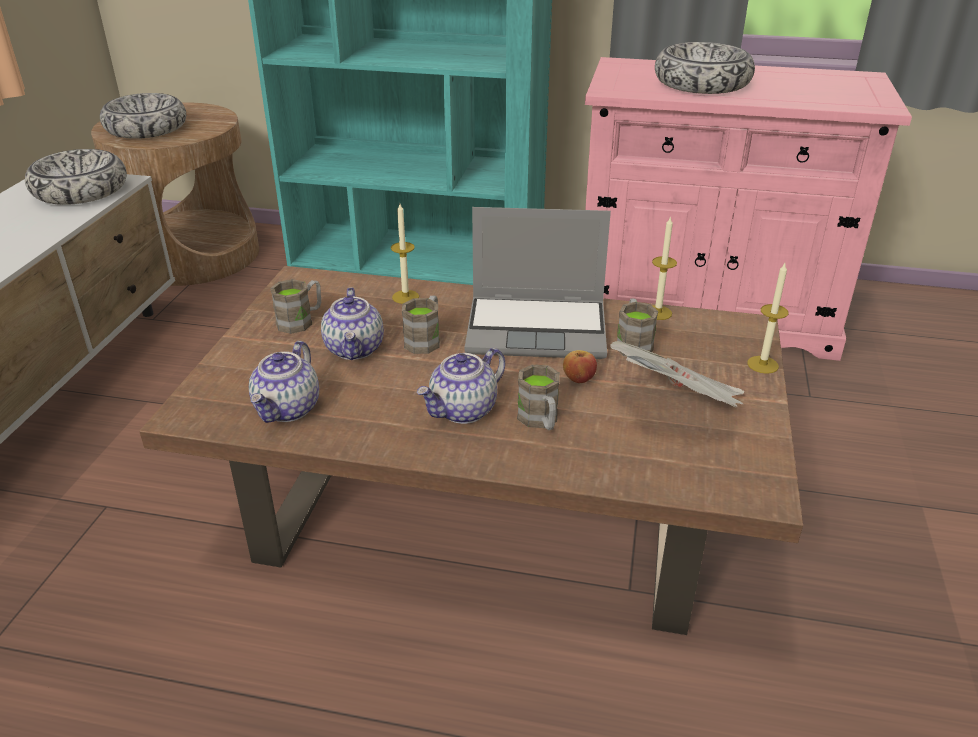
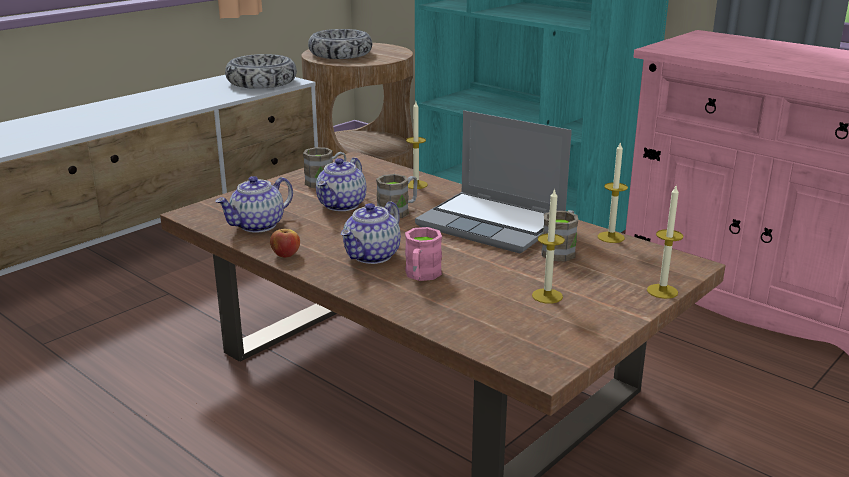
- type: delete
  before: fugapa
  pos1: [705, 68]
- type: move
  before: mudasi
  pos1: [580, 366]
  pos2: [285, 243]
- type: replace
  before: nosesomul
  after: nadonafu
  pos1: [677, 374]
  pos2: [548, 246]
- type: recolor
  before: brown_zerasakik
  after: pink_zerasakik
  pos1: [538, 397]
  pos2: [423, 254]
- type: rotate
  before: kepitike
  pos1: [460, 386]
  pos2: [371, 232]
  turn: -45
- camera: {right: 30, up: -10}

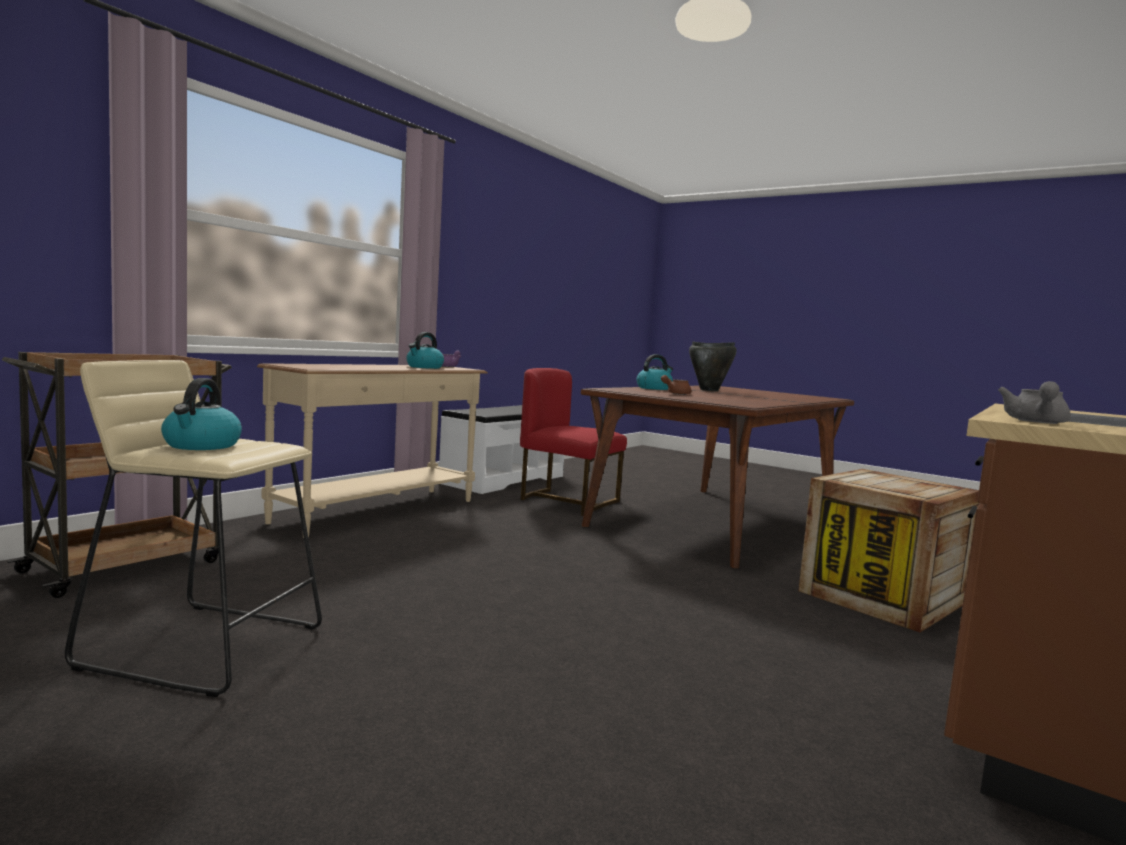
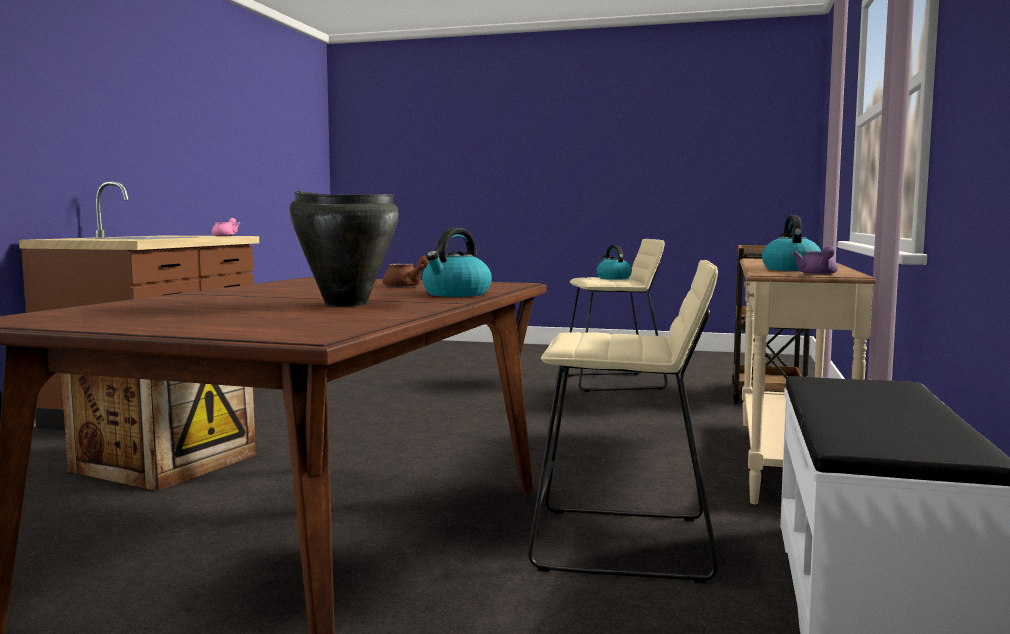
- type: replace
  before: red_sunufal
  after: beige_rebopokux
  pos1: [573, 442]
  pos2: [623, 421]
- type: recolor
  before: grey_kepitike
  after: pink_kepitike
  pos1: [1034, 402]
  pos2: [226, 227]
- camera: {right: 160, up: 0}

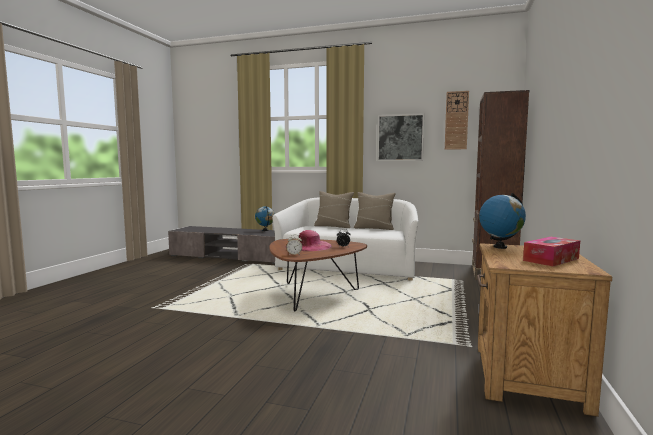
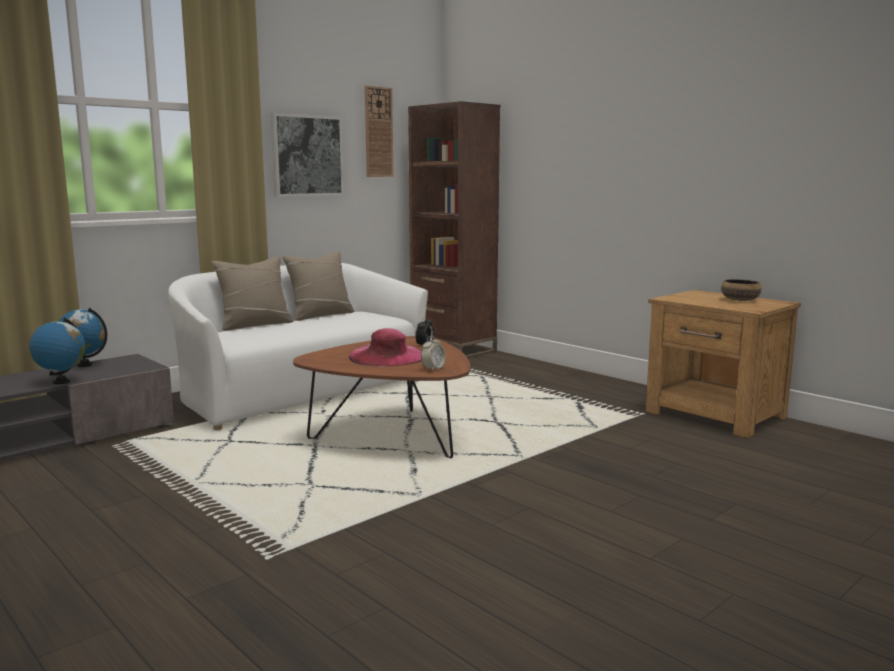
- type: move
  before: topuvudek
  pos1: [502, 221]
  pos2: [57, 351]
- type: replace
  before: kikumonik
  after: fugapa
  pos1: [551, 251]
  pos2: [741, 290]
- camera: {right: -60, up: 5}

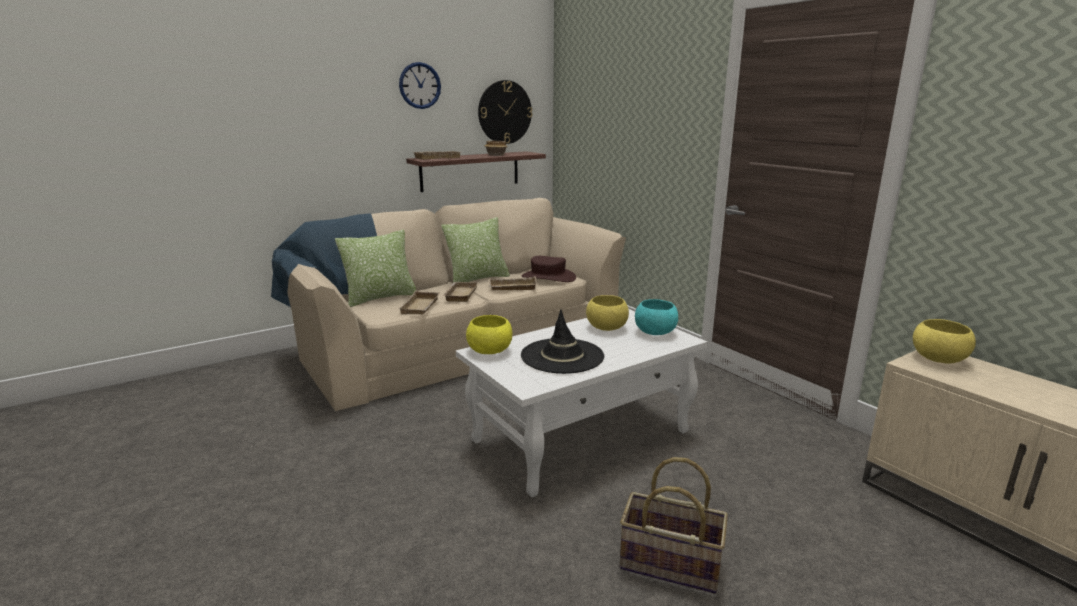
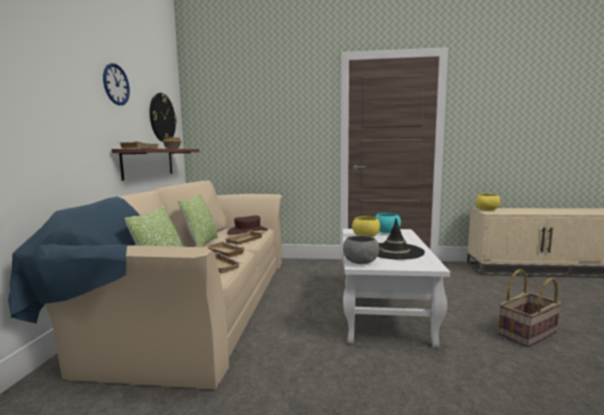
- type: recolor
  before: yellow_fugapa
  after: grey_fugapa
  pos1: [489, 334]
  pos2: [361, 249]
- camera: {right: -50, up: -10}

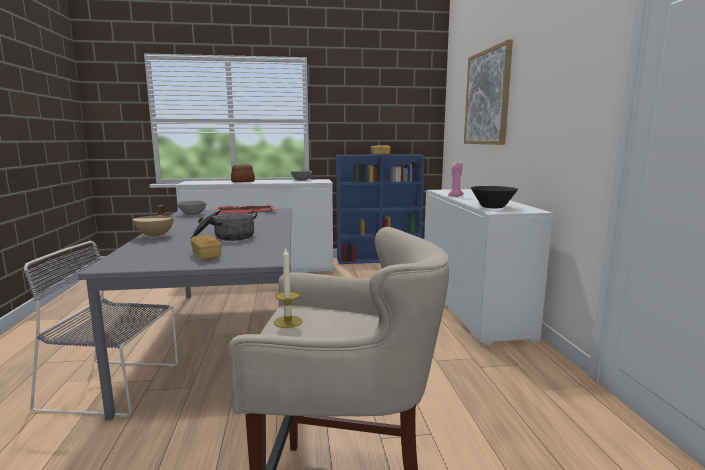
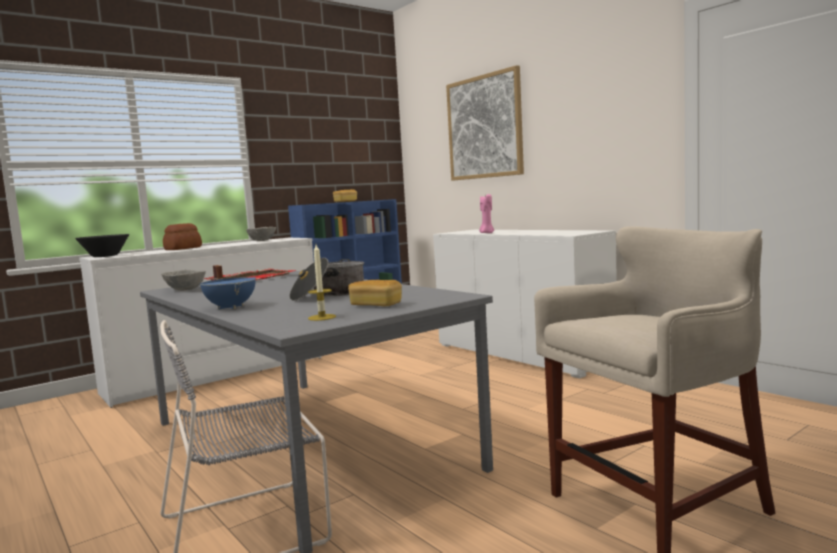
- type: move
  before: nadonafu
  pos1: [288, 288]
  pos2: [322, 282]
- type: move
  before: black_fugapa
  pos1: [494, 197]
  pos2: [102, 245]
- type: recolor
  before: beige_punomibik
  after: blue_punomibik
  pos1: [153, 222]
  pos2: [228, 287]
- camera: {right: -30, up: -5}

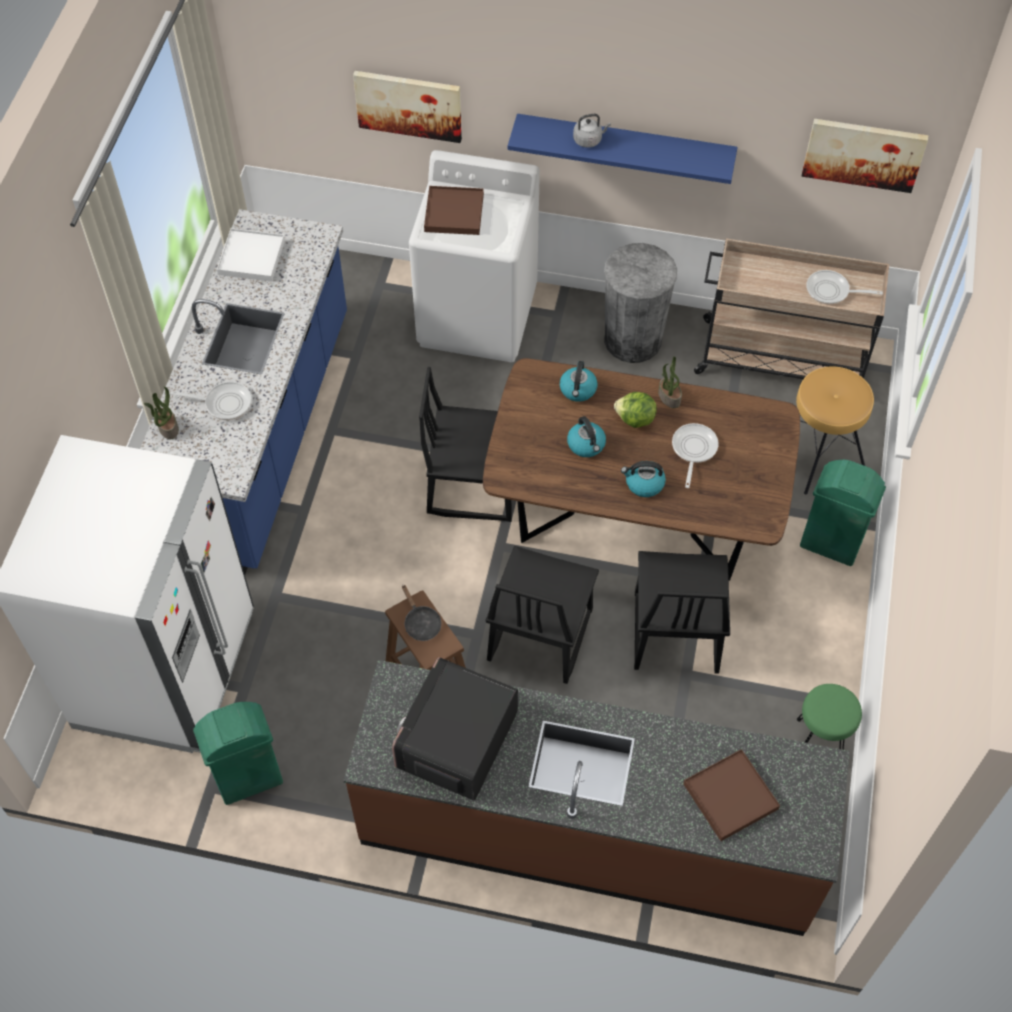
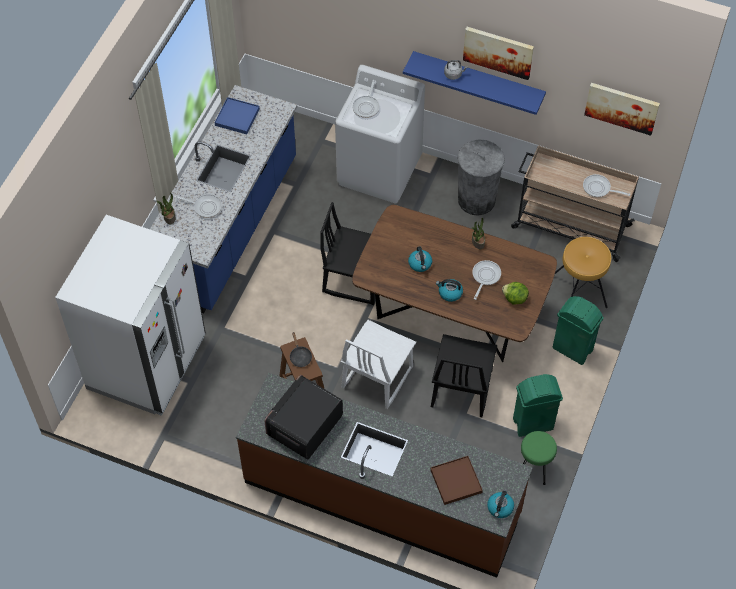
- type: move
  before: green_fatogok
  pos1: [238, 753]
  pos2: [538, 405]
- type: move
  before: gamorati
  pos1: [407, 107]
  pos2: [498, 53]
- type: move
  before: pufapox
  pos1: [579, 381]
  pos2: [500, 504]
- type: move
  before: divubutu
  pos1: [635, 410]
  pos2: [515, 293]
- type: replace
  before: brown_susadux
  after: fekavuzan
  pos1: [454, 210]
  pos2: [366, 99]
- type: recolor
  before: white_susadux
  after: blue_susadux
  pos1: [251, 255]
  pos2: [237, 115]
- type: recolor
  before: black_sunufal
  after: white_sunufal
  pos1: [542, 615]
  pos2: [378, 364]
- camera: {right: 10, up: 0}

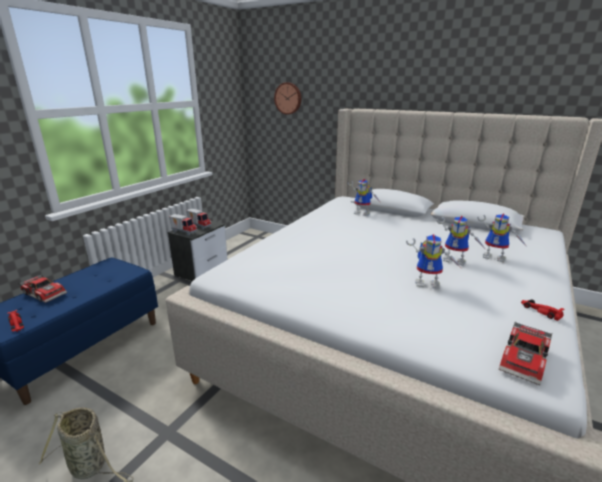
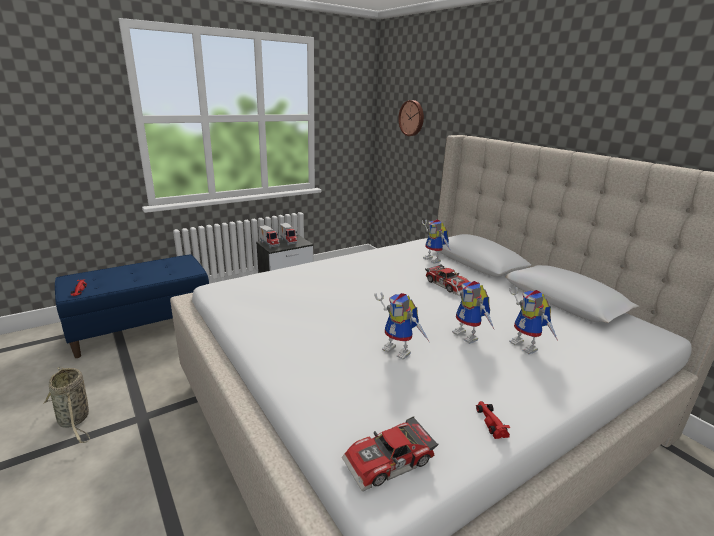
- type: move
  before: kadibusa
  pos1: [42, 288]
  pos2: [447, 279]
- camera: {right: 25, up: 0}

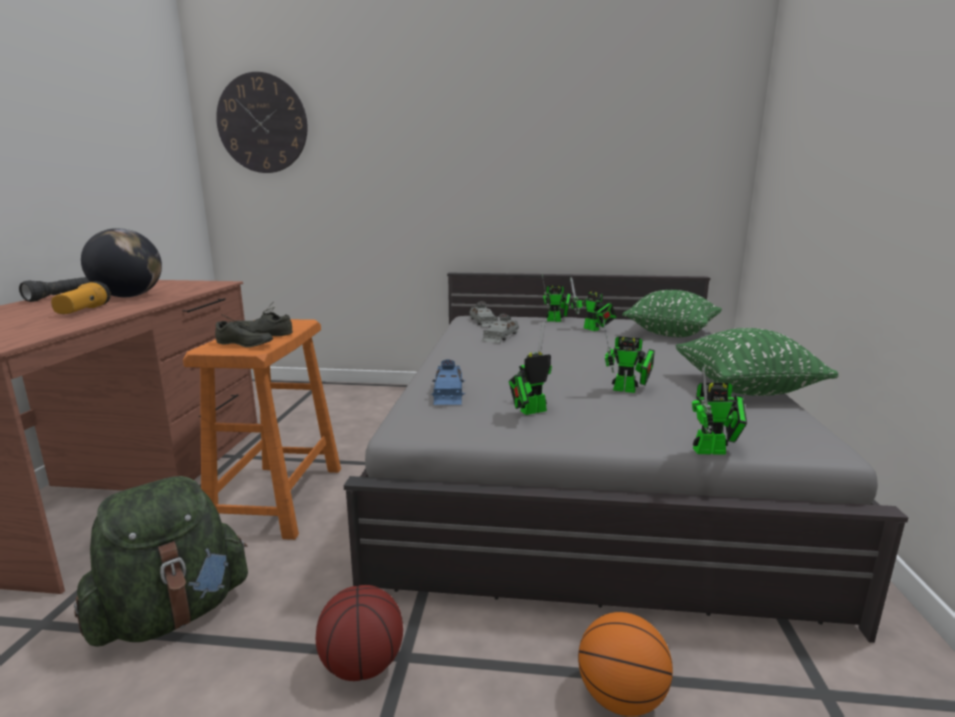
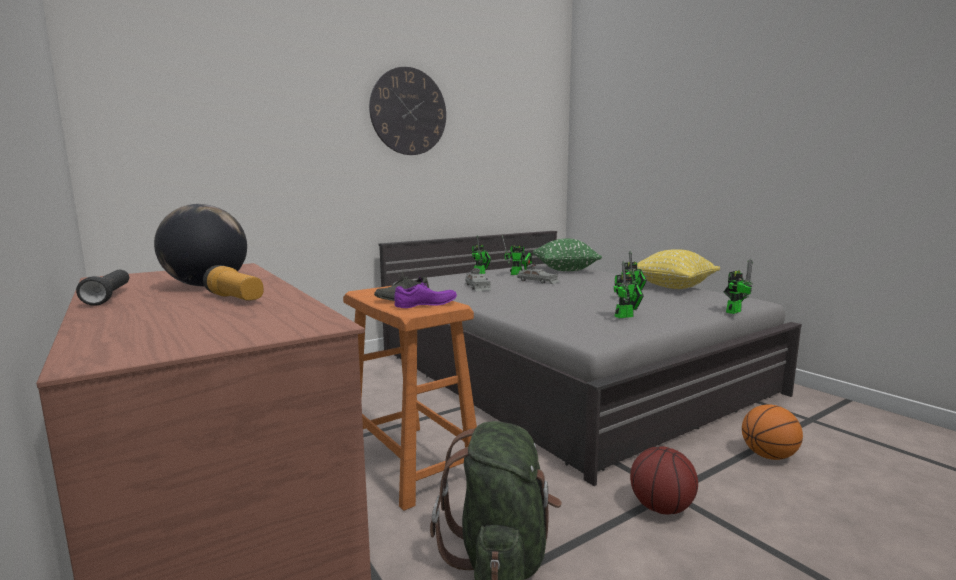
- type: delete
  before: blue_kadibusa
  pos1: [448, 382]
- type: move
  before: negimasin
  pos1: [262, 122]
  pos2: [407, 111]
- type: move
  before: grey_kadibusa
  pos1: [484, 314]
  pos2: [538, 274]
- type: recolor
  before: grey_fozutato
  after: purple_fozutato
  pos1: [244, 330]
  pos2: [425, 292]
- type: recolor
  before: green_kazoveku
  after: yellow_kazoveku
  pos1: [756, 362]
  pos2: [678, 269]
- type: rotate
  before: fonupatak
  pos1: [530, 368]
  pos2: [629, 289]
  turn: -135
- camera: {right: -40, up: -5}

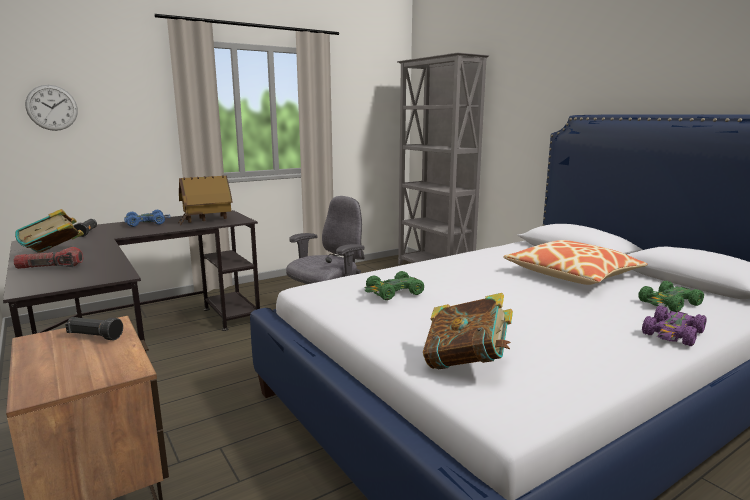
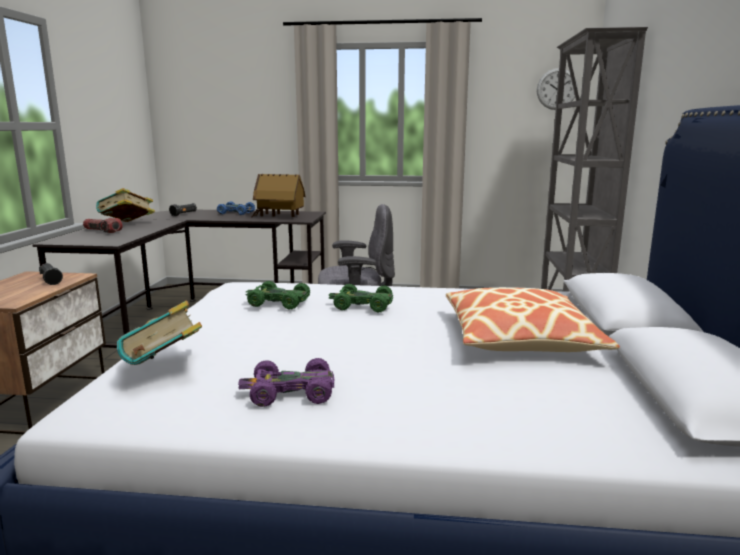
- type: move
  before: negimasin
  pos1: [51, 108]
  pos2: [557, 89]
- type: move
  before: green_kadibusa
  pos1: [671, 296]
  pos2: [360, 298]
- type: move
  before: purple_kadibusa
  pos1: [674, 326]
  pos2: [286, 382]
- camera: {right: 40, up: 0}

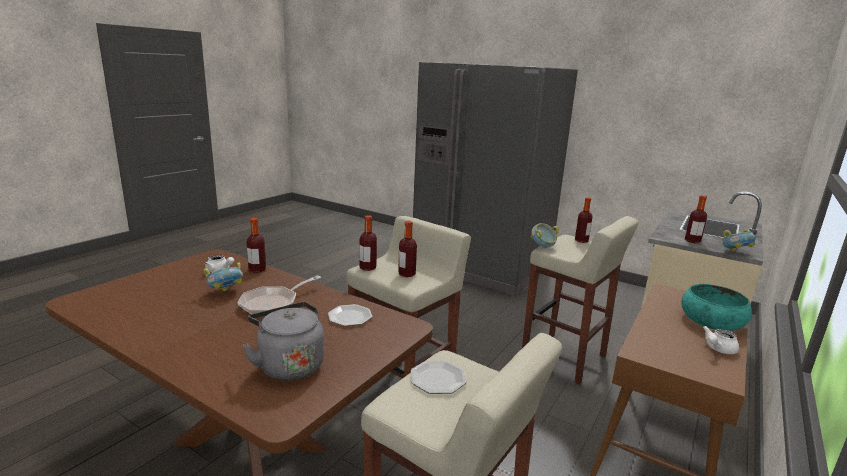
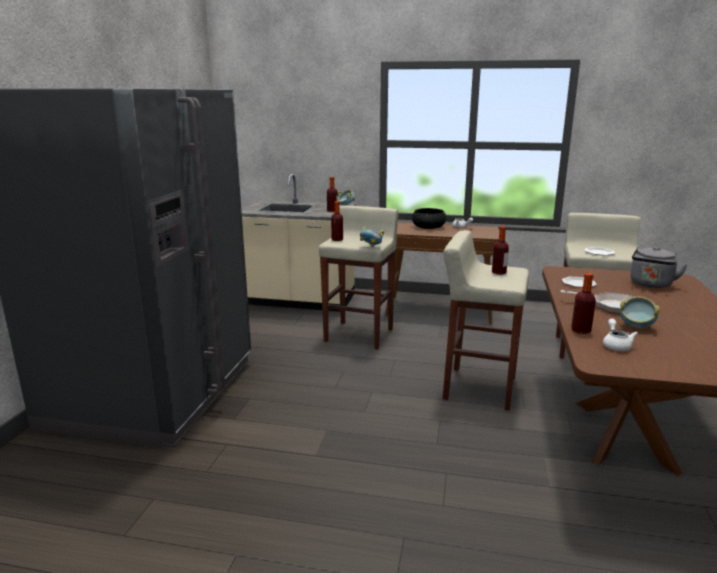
- type: delete
  before: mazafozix
  pos1: [368, 243]
- type: recolor
  before: turquoise_fugapa
  after: black_fugapa
  pos1: [717, 307]
  pos2: [429, 218]
- camera: {right: -110, up: 0}

